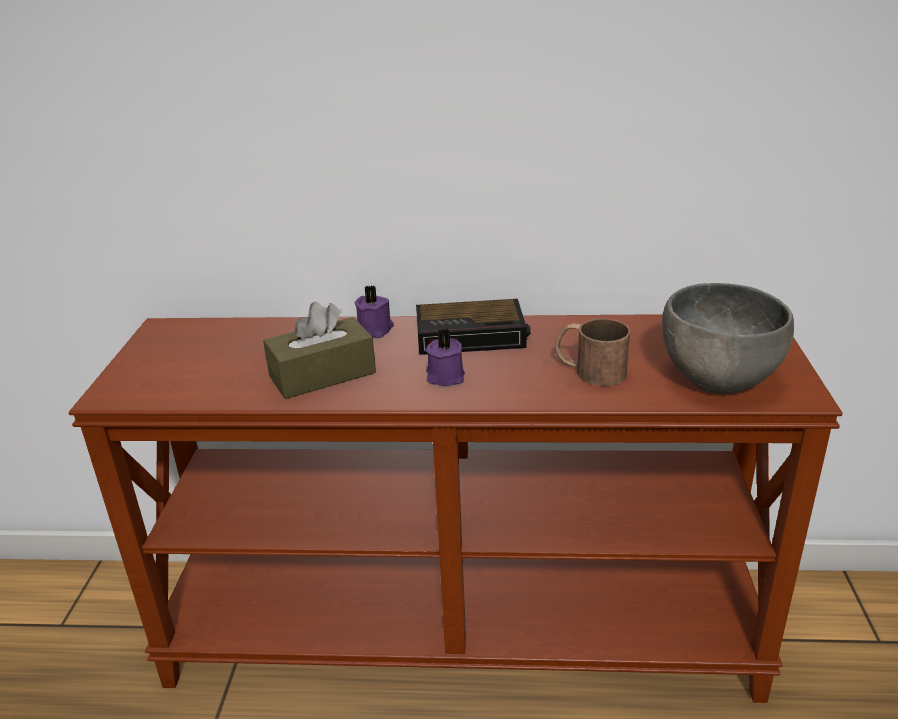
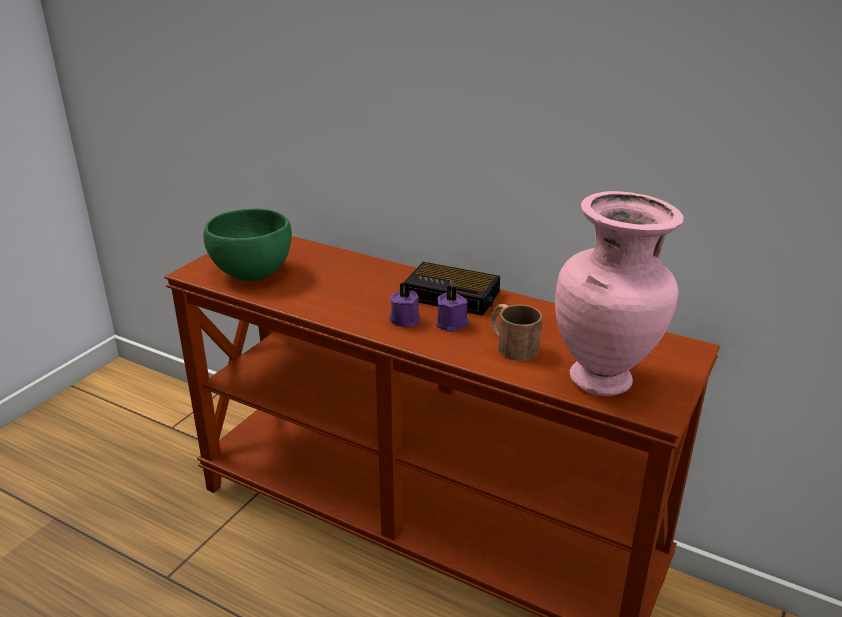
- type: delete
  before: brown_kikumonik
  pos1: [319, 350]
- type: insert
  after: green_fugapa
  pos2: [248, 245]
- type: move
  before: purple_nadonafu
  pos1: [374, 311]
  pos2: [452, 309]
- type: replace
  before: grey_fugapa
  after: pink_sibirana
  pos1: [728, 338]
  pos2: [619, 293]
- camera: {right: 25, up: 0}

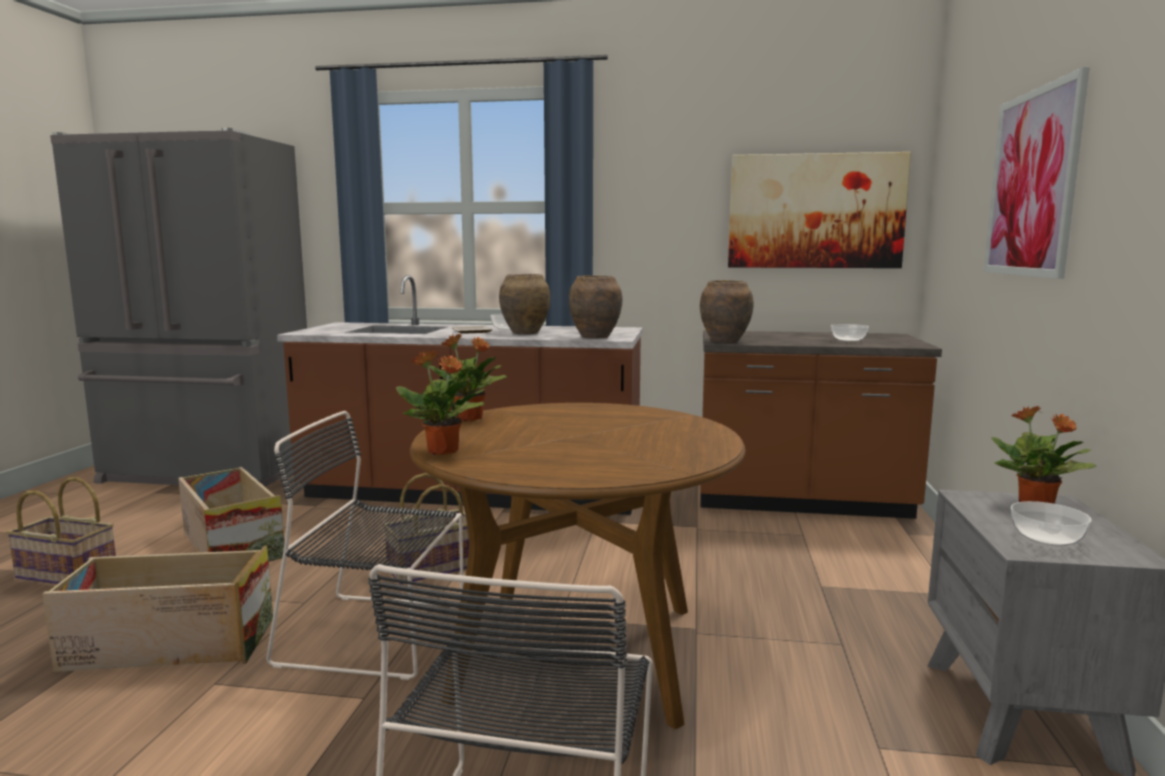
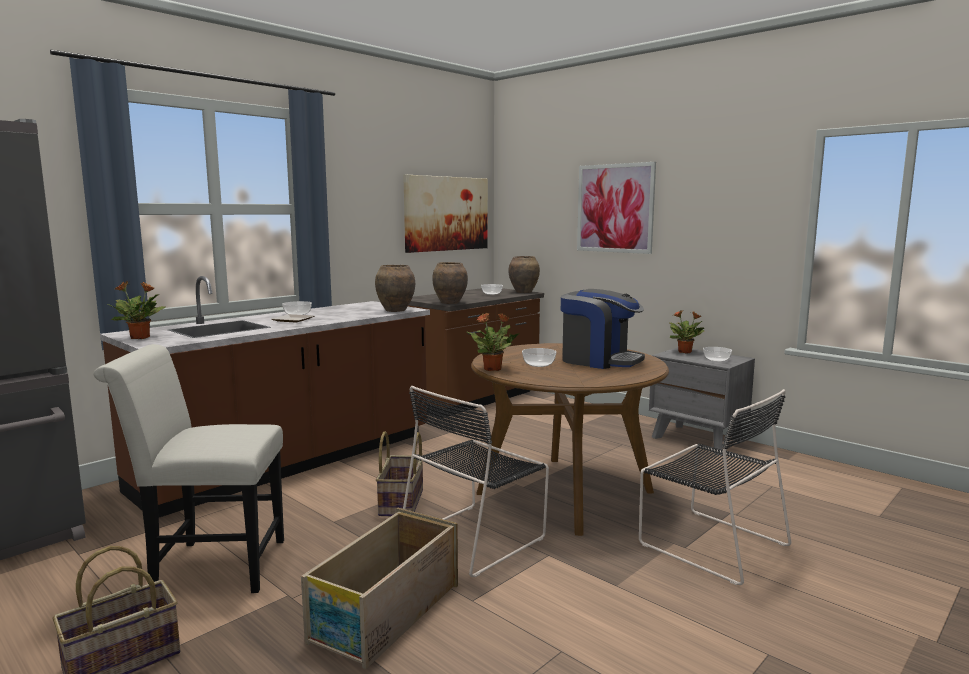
- type: insert
  after: fugapa
  pos2: [539, 357]
- type: insert
  after: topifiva
  pos2: [603, 329]
- type: move
  before: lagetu
  pos1: [440, 402]
  pos2: [136, 310]
- type: move
  before: brown_sibirana
  pos1: [524, 304]
  pos2: [524, 274]
- type: replace
  before: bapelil
  after: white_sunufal
  pos1: [231, 514]
  pos2: [188, 468]
- camera: {right: -55, up: 0}

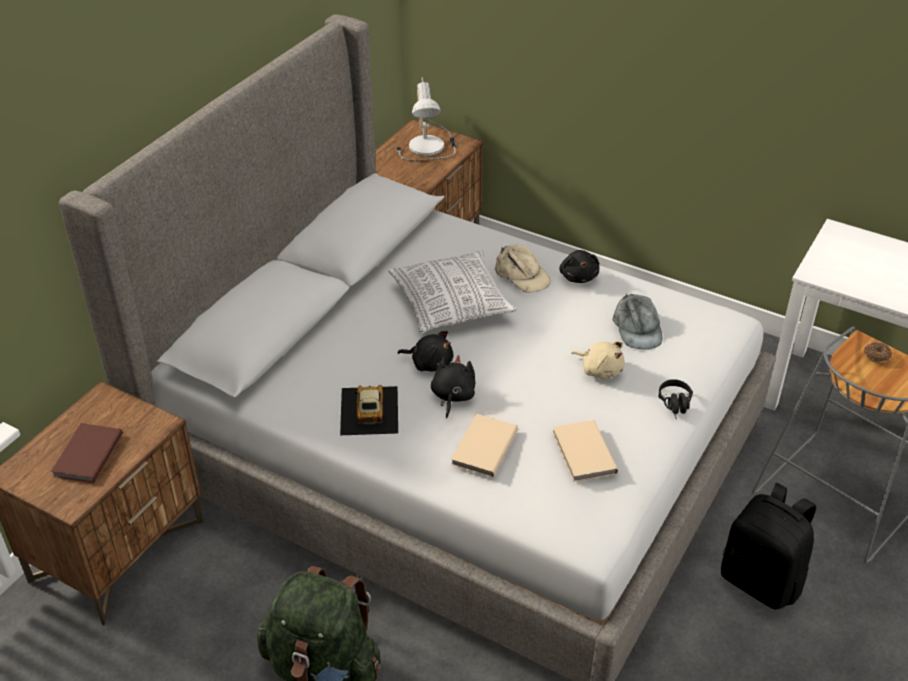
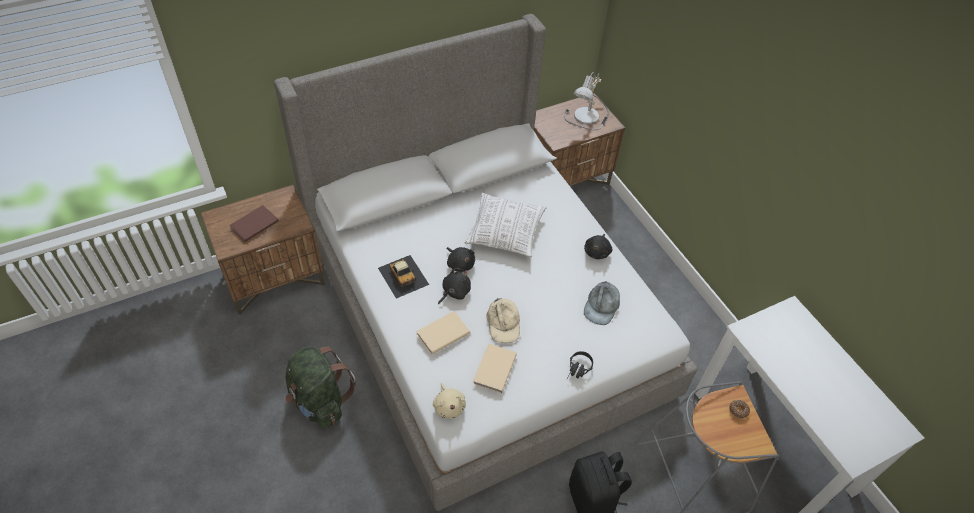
- type: move
  before: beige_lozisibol
  pos1: [523, 268]
  pos2: [503, 320]
- type: move
  before: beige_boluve
  pos1: [598, 360]
  pos2: [449, 400]
- type: rotate
  before: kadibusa
  pos1: [369, 410]
  pos2: [403, 277]
  turn: 120
- camera: {right: 30, up: 10}

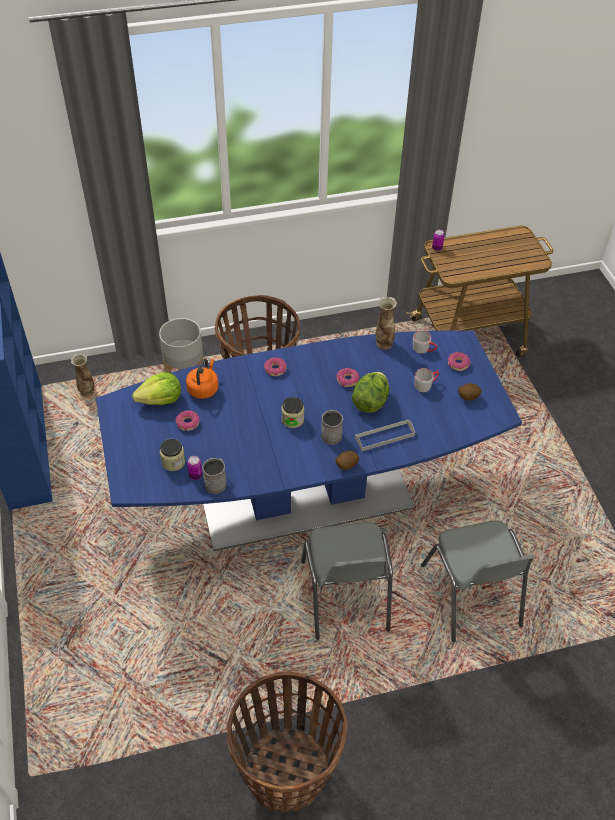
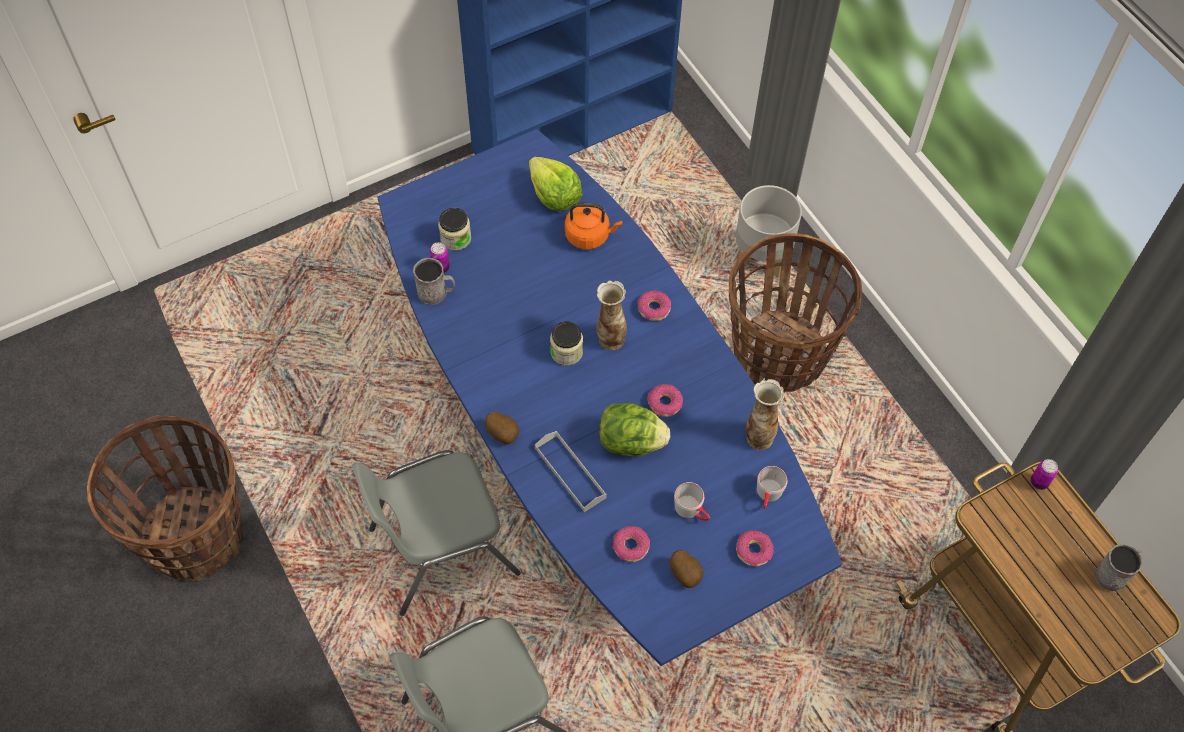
- type: move
  before: sibirana
  pos1: [83, 375]
  pos2: [612, 315]
- type: move
  before: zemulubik
  pos1: [187, 420]
  pos2: [631, 544]
- type: move
  before: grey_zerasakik
  pos1: [332, 427]
  pos2: [1119, 567]
- camera: {right: 75, up: 10}

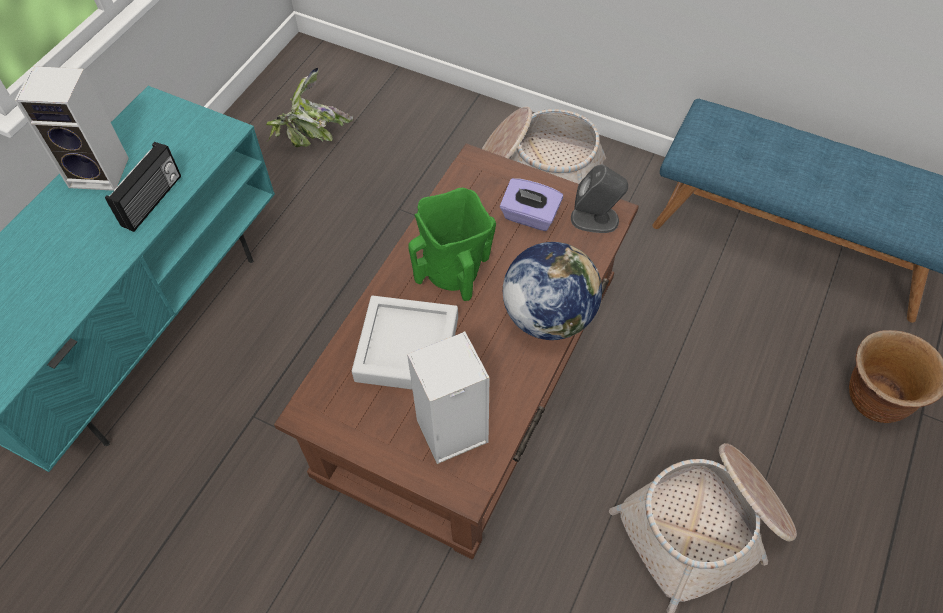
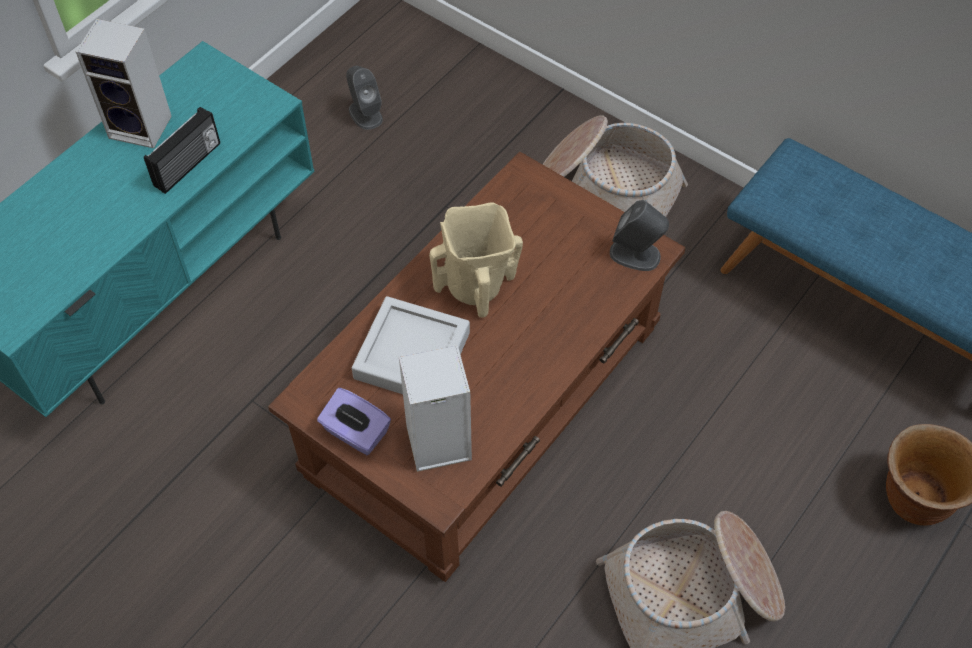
- type: delete
  before: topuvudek
  pos1: [552, 291]
- type: move
  before: purple_kikumonik
  pos1: [531, 204]
  pos2: [354, 421]
- type: replace
  before: lagetu
  after: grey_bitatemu
  pos1: [309, 107]
  pos2: [364, 98]
- type: recolor
  before: green_sibirana
  after: beige_sibirana
  pos1: [452, 244]
  pos2: [476, 260]
- camera: {right: 10, up: 0}

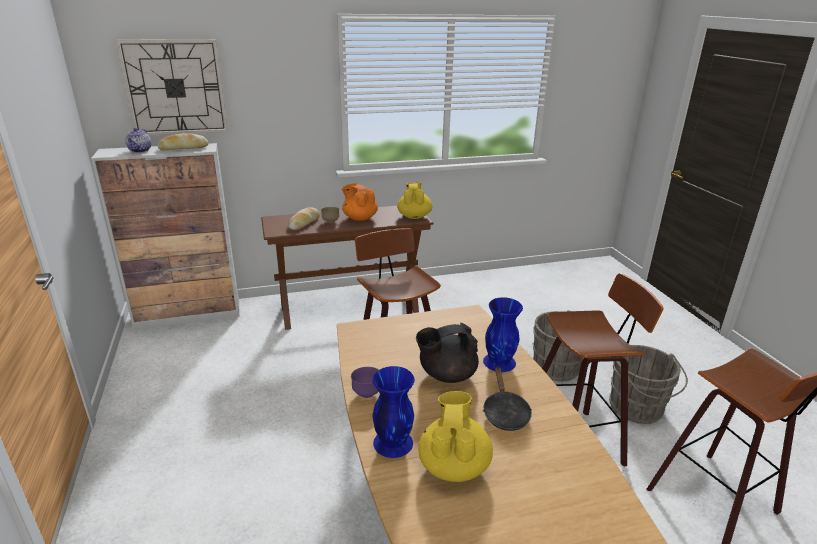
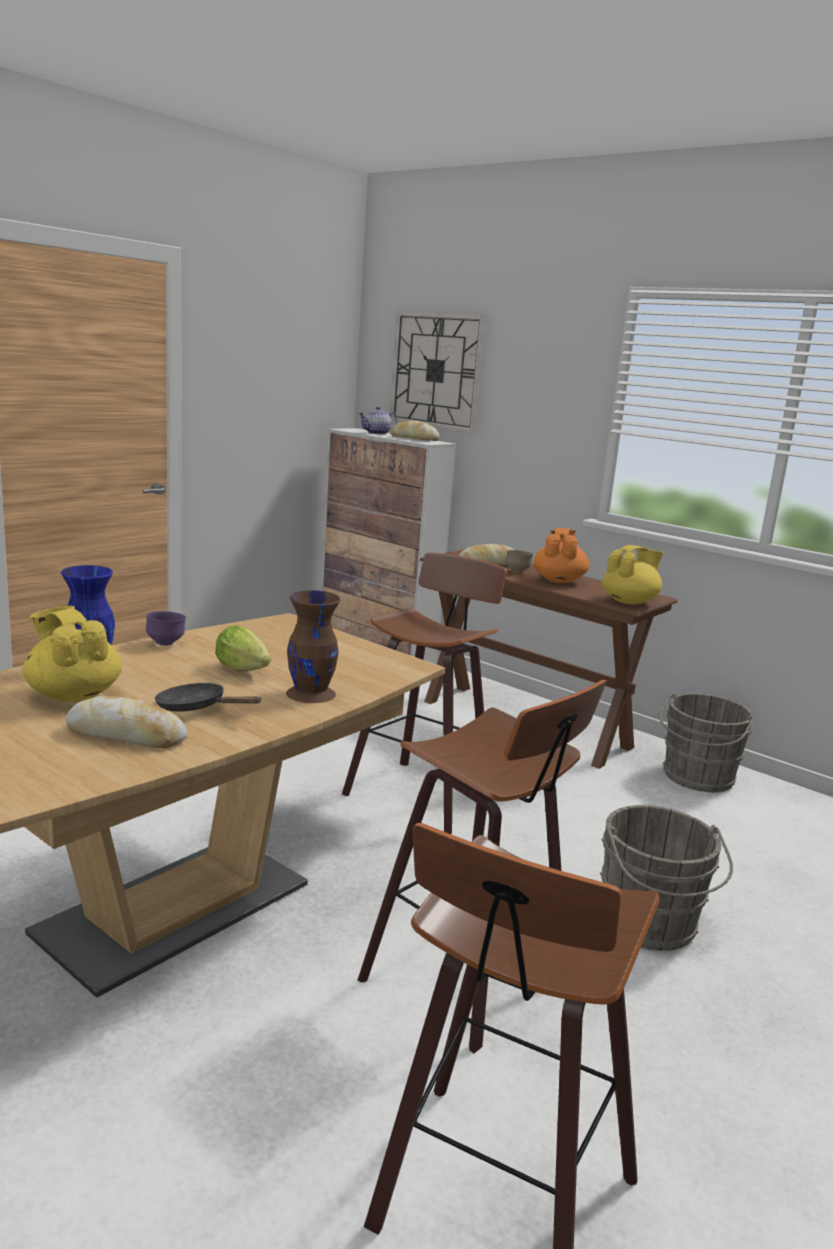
- type: insert
  after: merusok
  pos2: [126, 722]
- type: move
  before: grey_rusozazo
  pos1: [648, 384]
  pos2: [707, 742]
- type: replace
  before: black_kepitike
  after: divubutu
  pos1: [447, 353]
  pos2: [243, 648]
- type: recolor
  before: blue_sibirana
  after: brown_sibirana
  pos1: [503, 334]
  pos2: [313, 646]
- type: rotate
  before: yellow_kepitike
  pos1: [455, 436]
  pos2: [72, 654]
  turn: -105
- type: rotate
  before: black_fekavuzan
  pos1: [507, 398]
  pos2: [208, 697]
  turn: 60
- camera: {right: 55, up: -10}

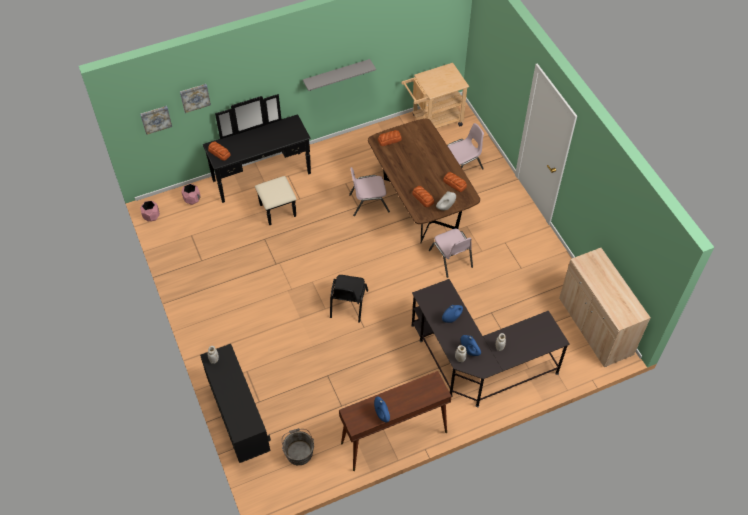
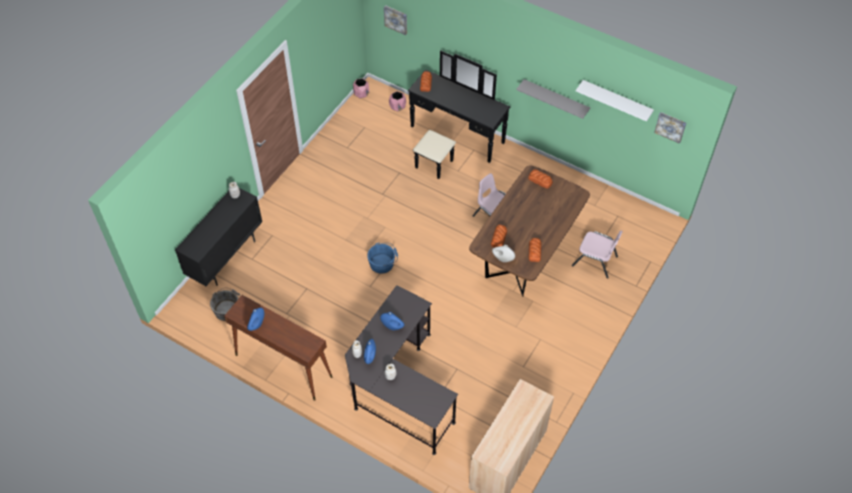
- type: delete
  before: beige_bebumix
  pos1: [435, 96]
- type: delete
  before: pink_sunufal
  pos1: [451, 253]
- type: insert
  after: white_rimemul
  pos2: [615, 101]
- type: move
  before: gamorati
  pos1: [195, 98]
  pos2: [670, 128]
- type: replace
  before: black_sunufal
  after: blue_rusozazo
  pos1: [349, 299]
  pos2: [382, 258]
- camera: {right: 55, up: 0}

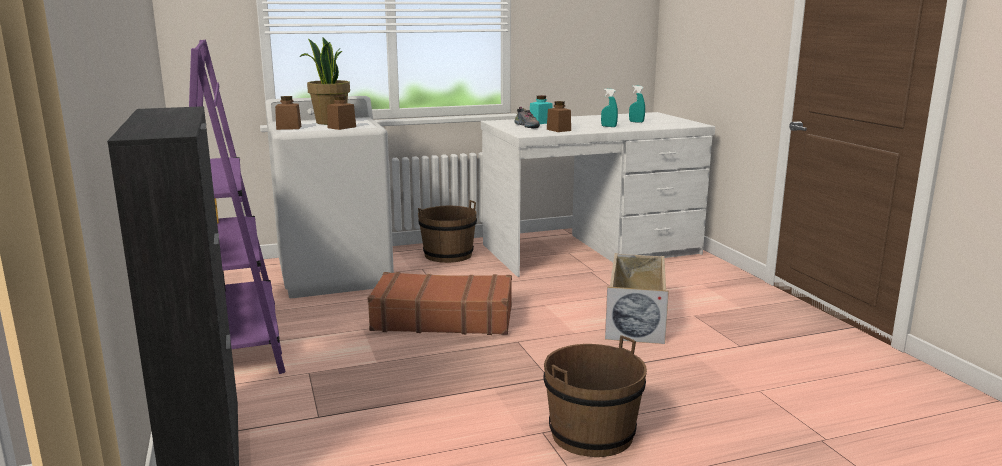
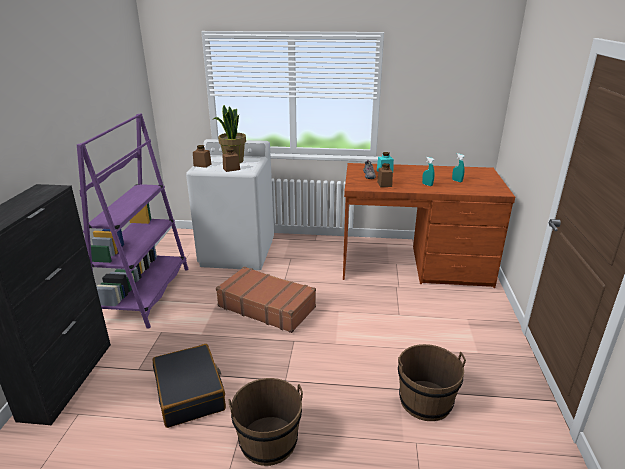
- type: delete
  before: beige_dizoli
  pos1: [637, 298]
- type: insert
  after: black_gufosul
  pos2: [189, 386]
- type: move
  before: brown_rusozazo
  pos1: [447, 231]
  pos2: [432, 382]
- type: recolor
  before: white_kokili
  after: brown_kokili
  pos1: [598, 194]
  pos2: [429, 225]
- camera: {right: 25, up: 10}

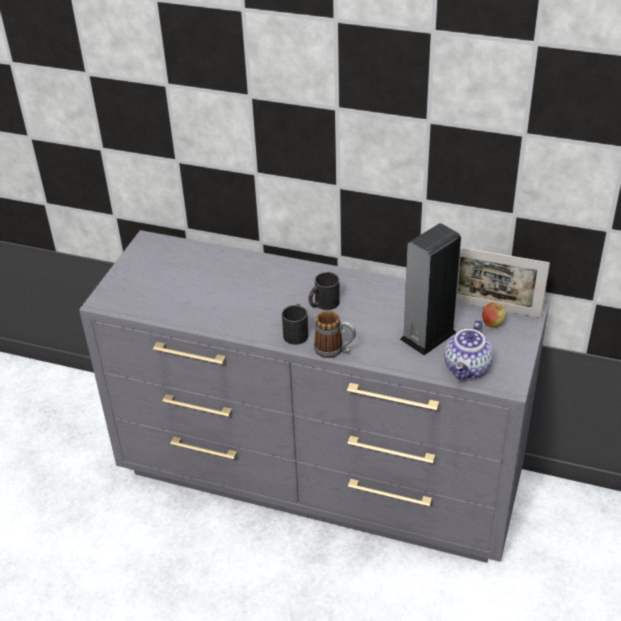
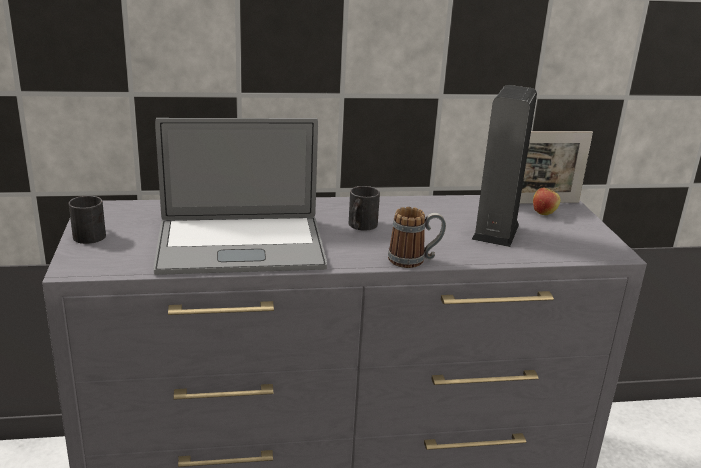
- type: delete
  before: kepitike
  pos1: [469, 349]
- type: insert
  after: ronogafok
  pos2: [240, 196]
- type: move
  before: black_zerasakik
  pos1: [295, 324]
  pos2: [87, 220]
- camera: {right: -30, up: -15}

